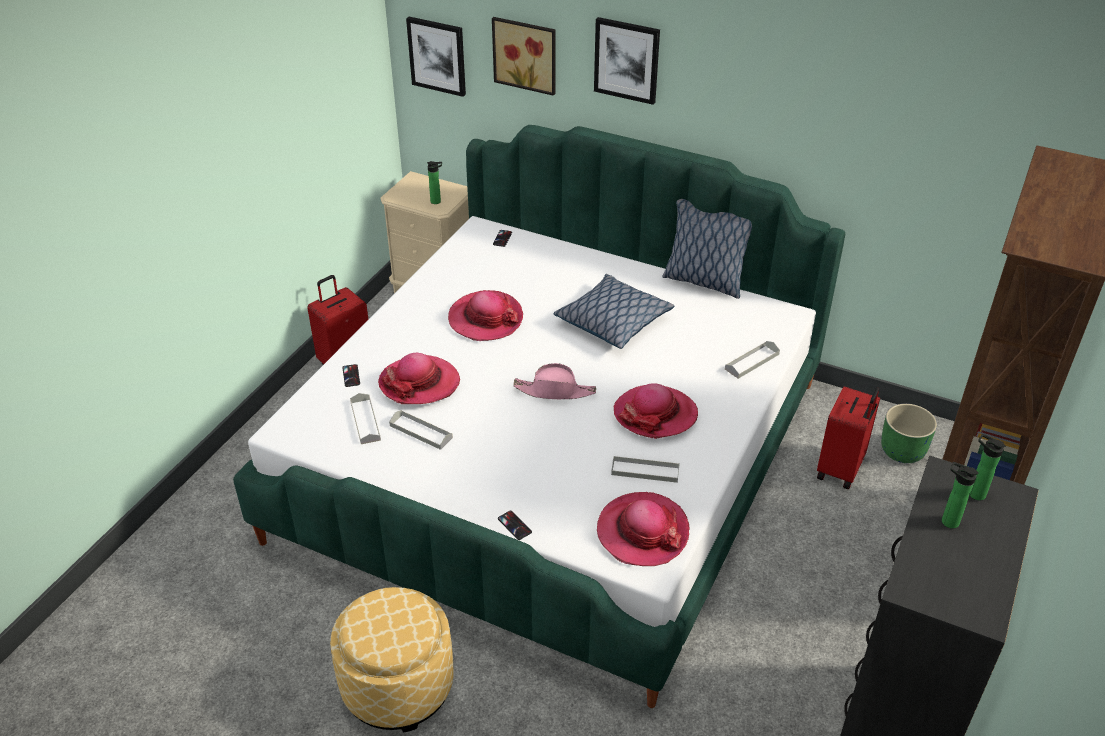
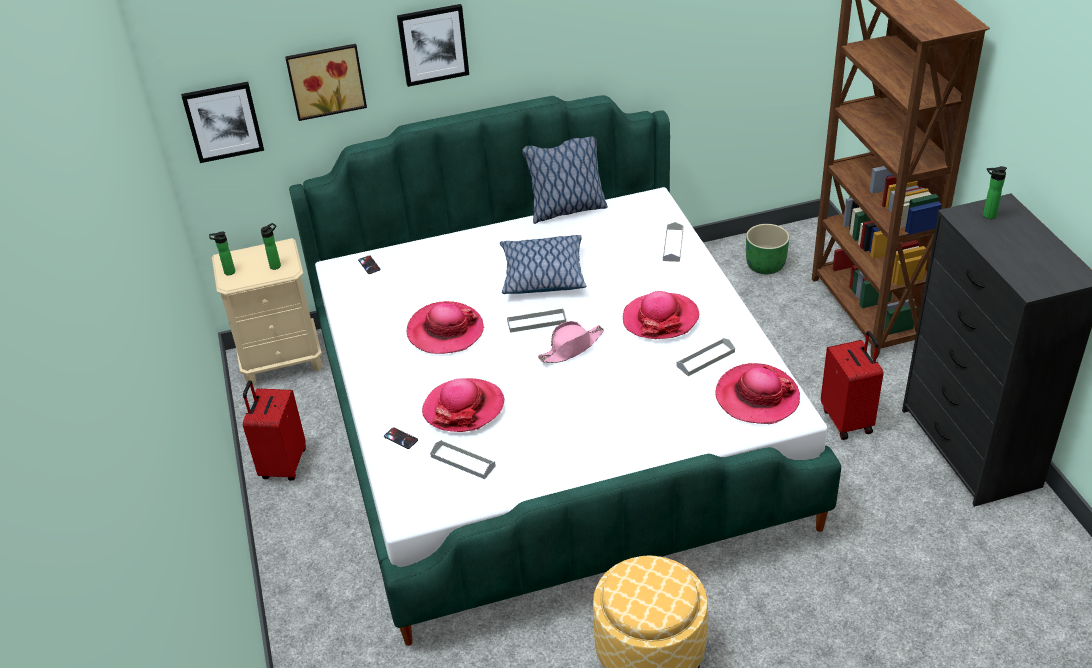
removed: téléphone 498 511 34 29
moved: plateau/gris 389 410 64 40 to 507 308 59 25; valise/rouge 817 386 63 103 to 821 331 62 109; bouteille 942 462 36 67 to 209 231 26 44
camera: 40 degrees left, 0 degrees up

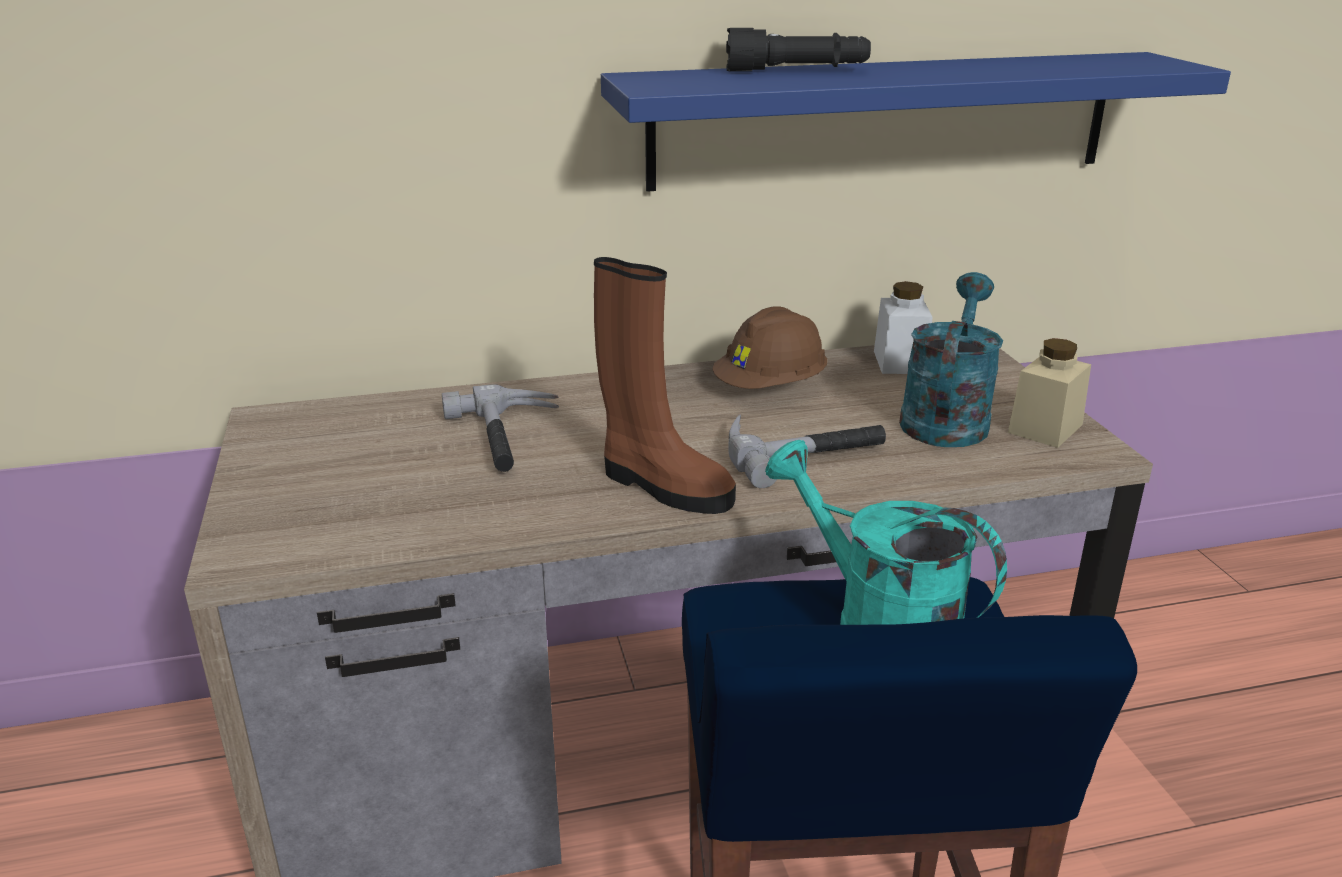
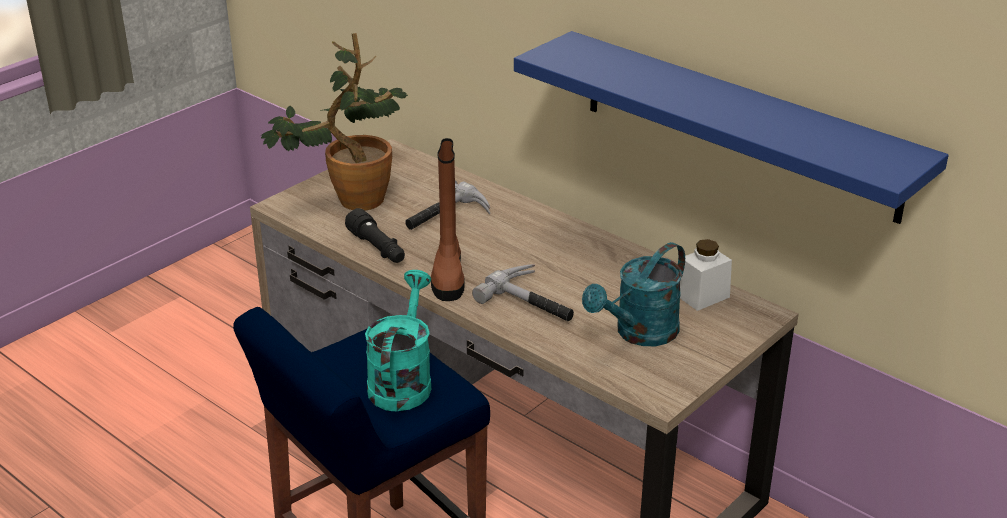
removed: casque de chantier/marron 712 306 115 83; bocal/beige 1008 338 83 110
added: plante en pot 261 33 147 177
moved: lampe de poche/noir 726 28 145 43 to 345 208 60 55
turned: arrosoir/turquoise 899 272 104 175 = 582 242 103 104 150 degrees clockwise
camera: 55 degrees right, 5 degrees up

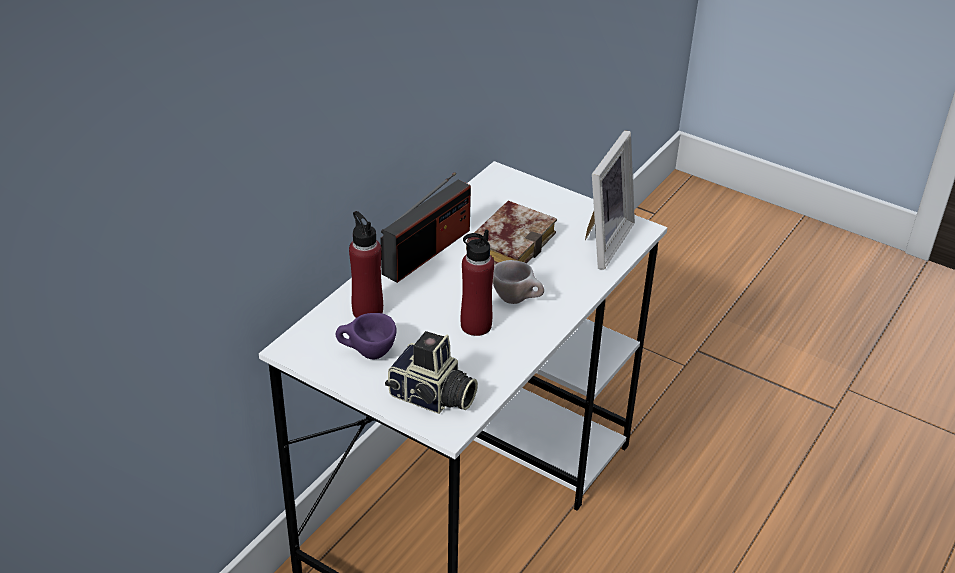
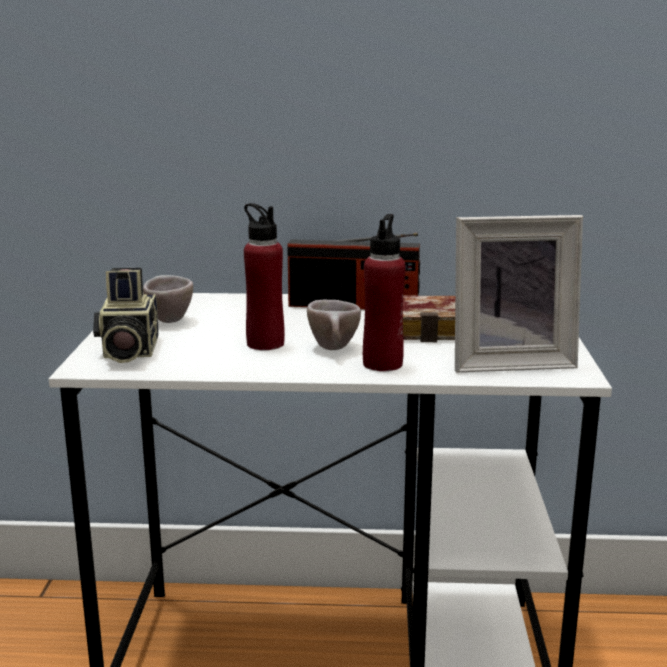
moved: bouteille/rouge 349 211 34 107 to 363 214 43 157
recoloured: tasse/violet 336 313 60 46 to tasse/beige 143 275 50 48
camera: 60 degrees right, 20 degrees down

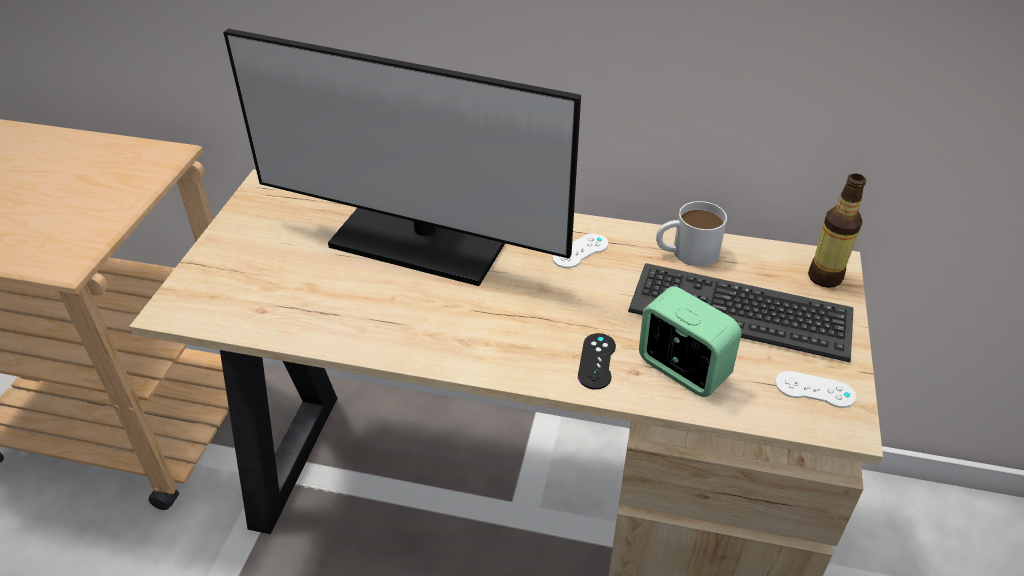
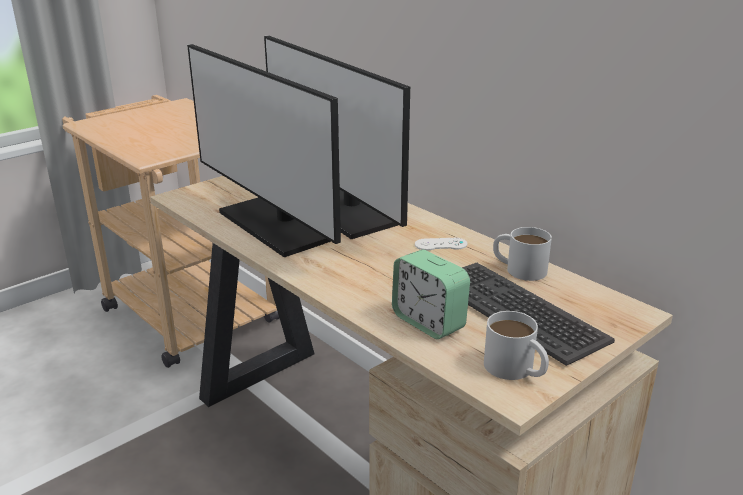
removed: manette/noir 578 333 38 57; bouteille 808 174 58 114
added: écran d'ordinateur 187 44 154 213
replaced: manette/blanc 775 371 81 37 to mug/blanc 484 311 65 69
turned: réveil 639 286 103 111 = 392 250 78 89 150 degrees clockwise
camera: 35 degrees right, 15 degrees down

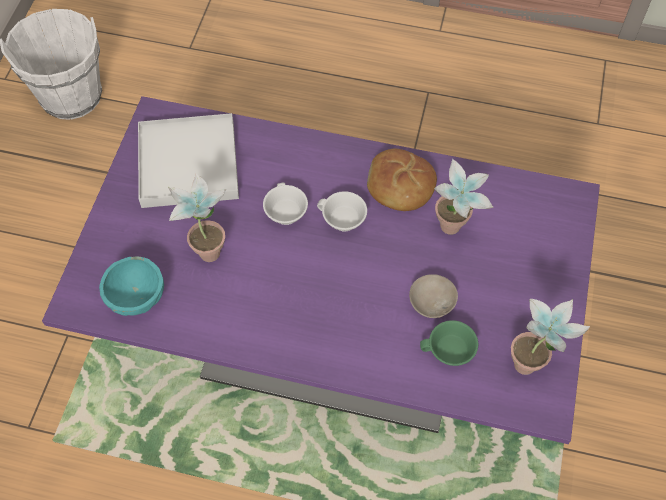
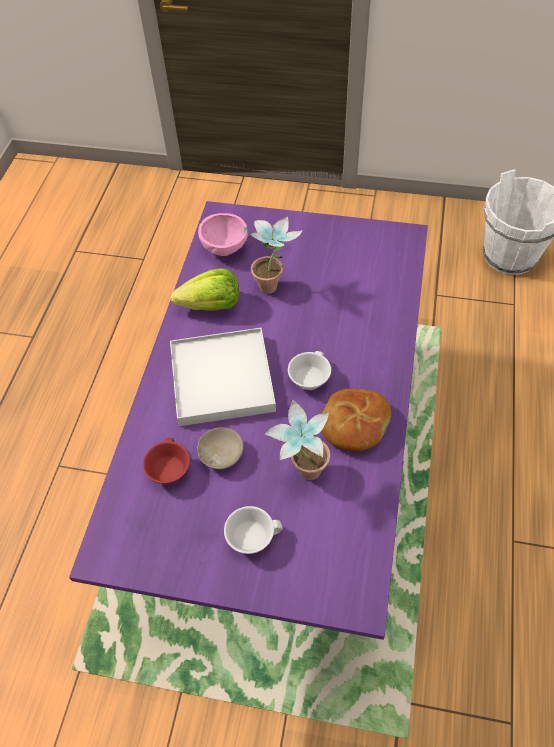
removed: plante en pot 511 299 79 76
added: laitue 170 268 69 43
moved: plateau/blanc 138 113 101 95 to 170 328 106 98; tasse/blanc 263 183 45 42 to 224 506 59 48
recoloured: bol/turquoise 99 257 65 59 to bol/rose 198 213 50 43; tasse/vert 420 320 58 46 to tasse/rouge 143 438 47 46
camera: 90 degrees right, 5 degrees down

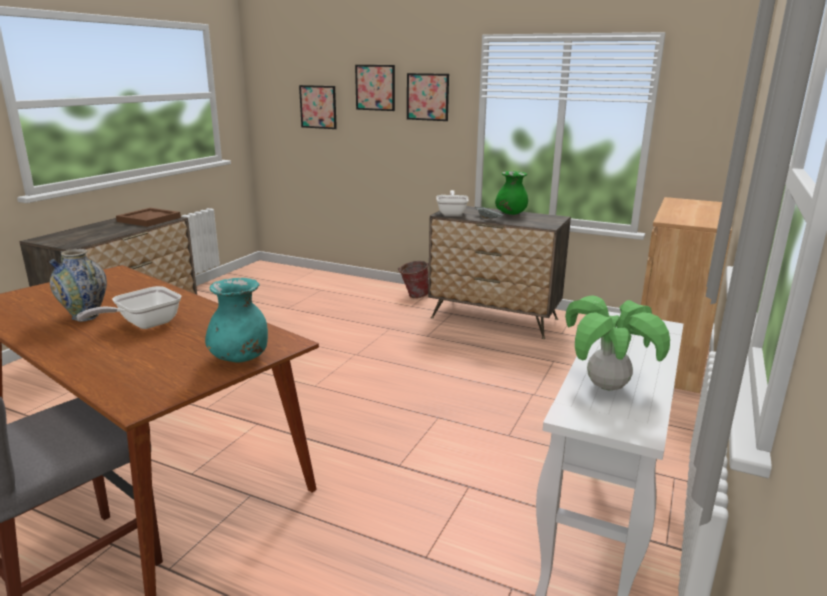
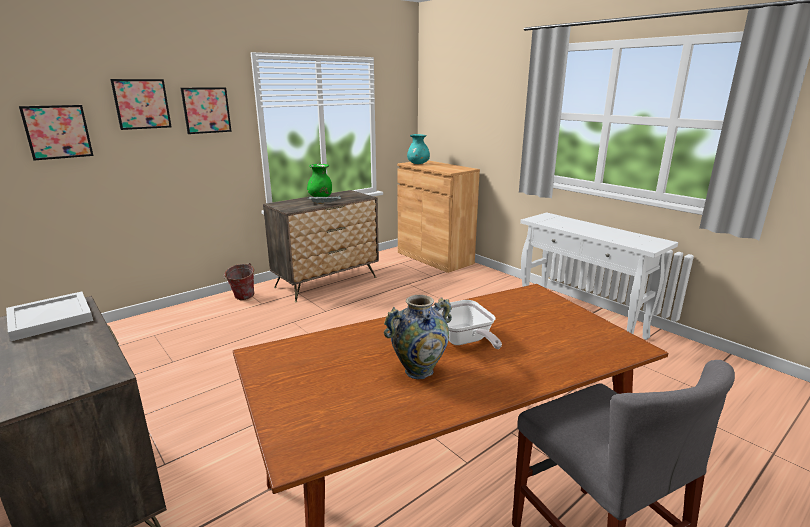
removed: poêle 436 190 33 26; plante en pot 565 295 105 96
moved: vase/turquoise 205 278 63 84 to 407 134 23 30
recoloured: plateau/marron 116 208 65 19 to plateau/blanc 6 291 87 50
camera: 65 degrees left, 0 degrees up

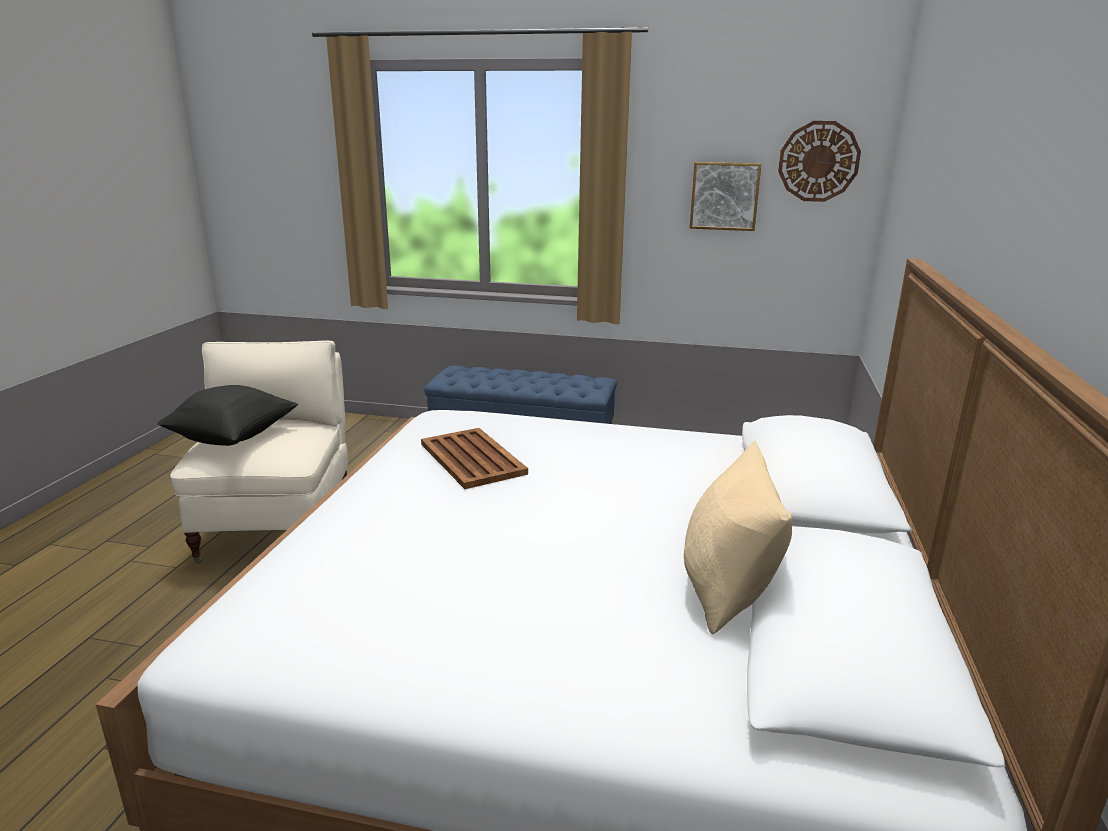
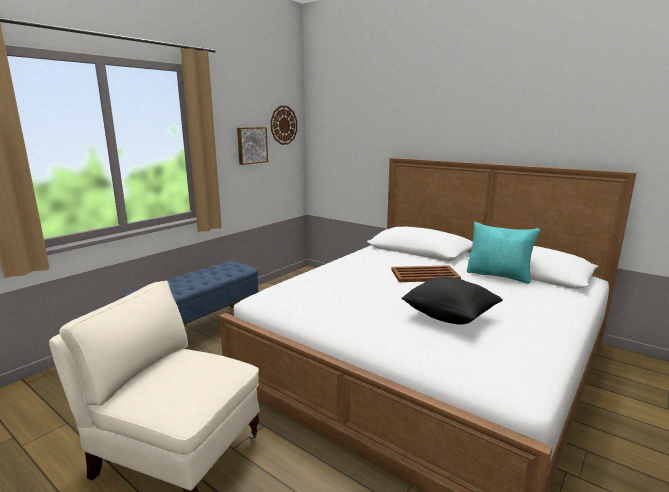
moved: coussin/noir 158 385 140 61 to 401 277 102 47; plateau/marron 421 428 107 61 to 392 265 69 17
recoloured: coussin/beige 684 441 108 193 to coussin/turquoise 467 222 73 62
camera: 65 degrees left, 5 degrees down

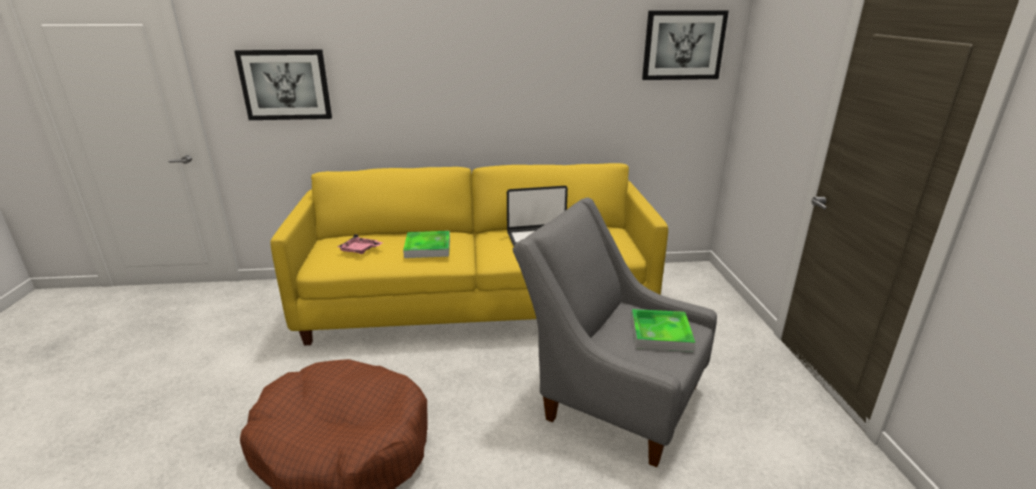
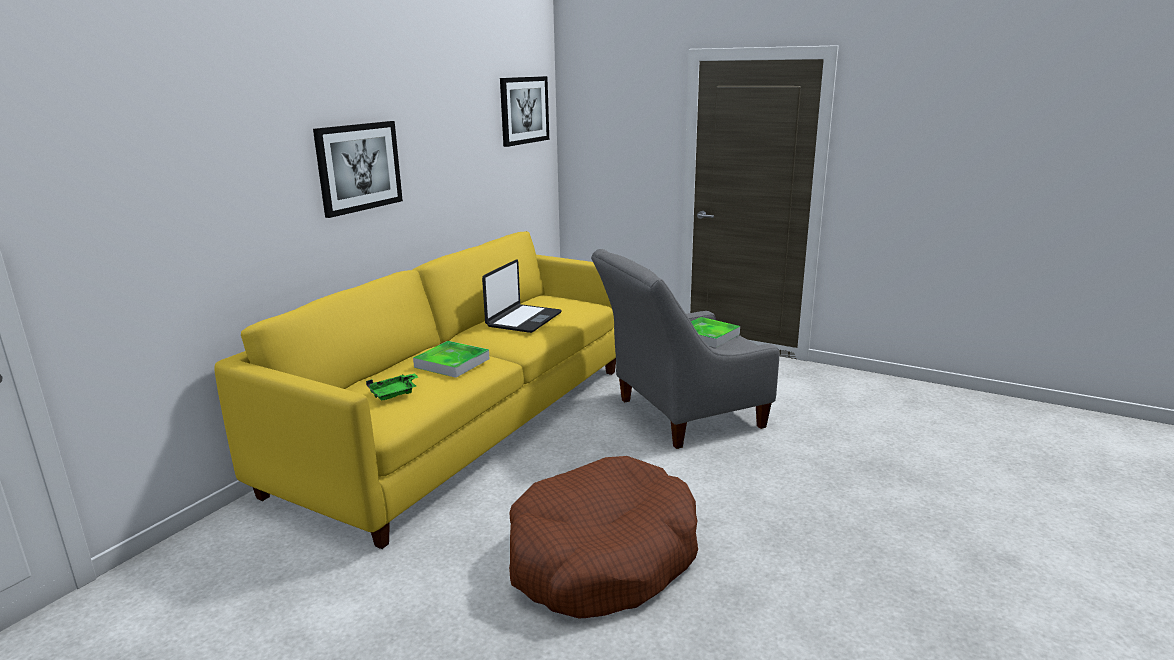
moved: tableau 234 50 98 70 to 313 121 90 97
recoloured: plateau/rose 337 234 46 20 to plateau/vert 366 373 52 27
camera: 55 degrees left, 5 degrees down

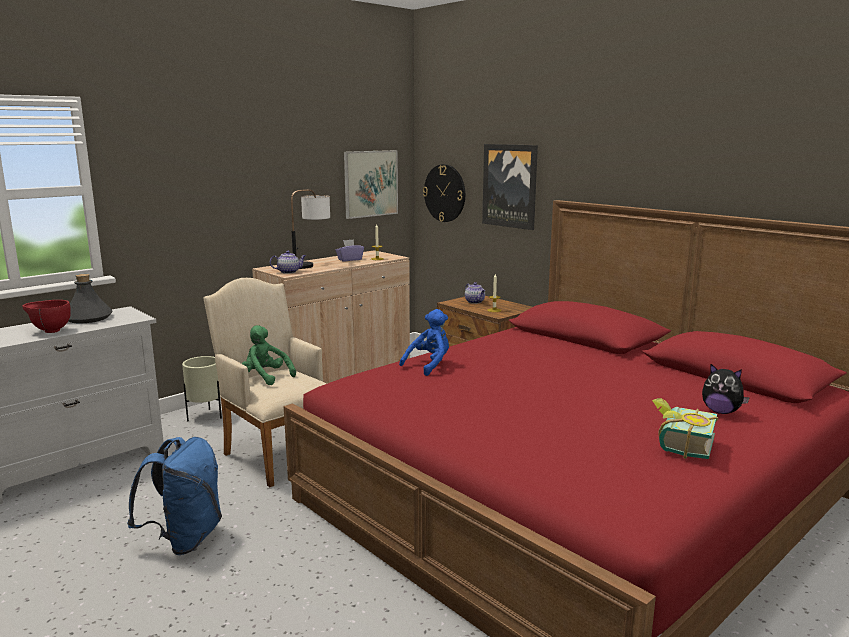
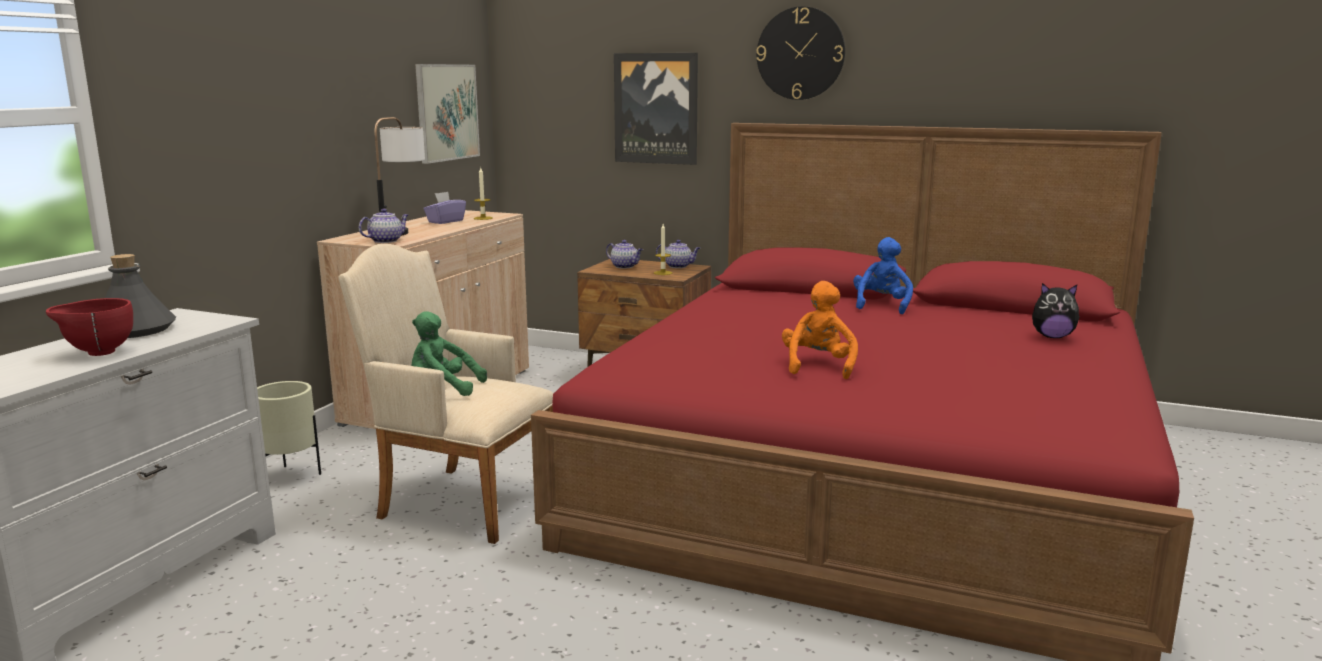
removed: sac à dos/bleu 127 437 95 118; livre 652 398 66 61
added: théière 656 240 44 28; peluche/orange 782 281 76 98
moved: peluche/bleu 399 309 50 67 to 853 237 60 77; horloge murale 423 164 42 58 to 756 6 89 94
camera: 25 degrees left, 0 degrees up

